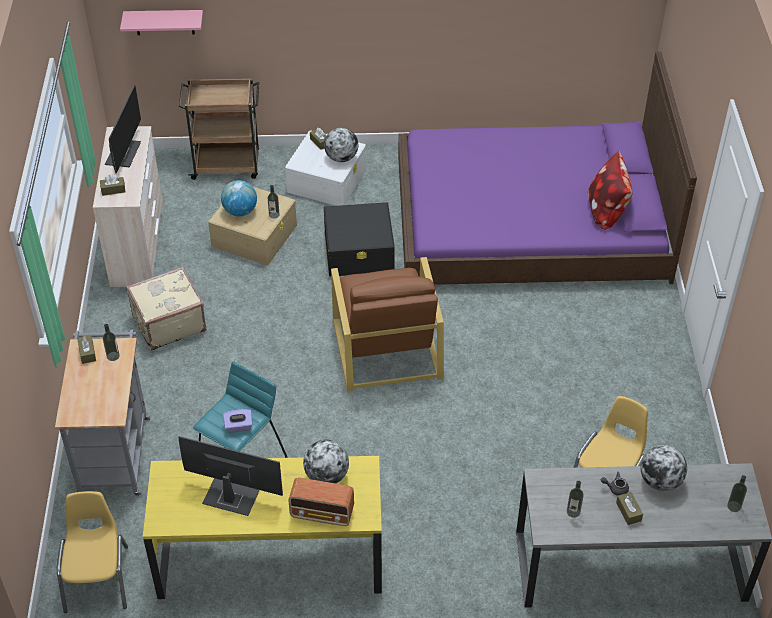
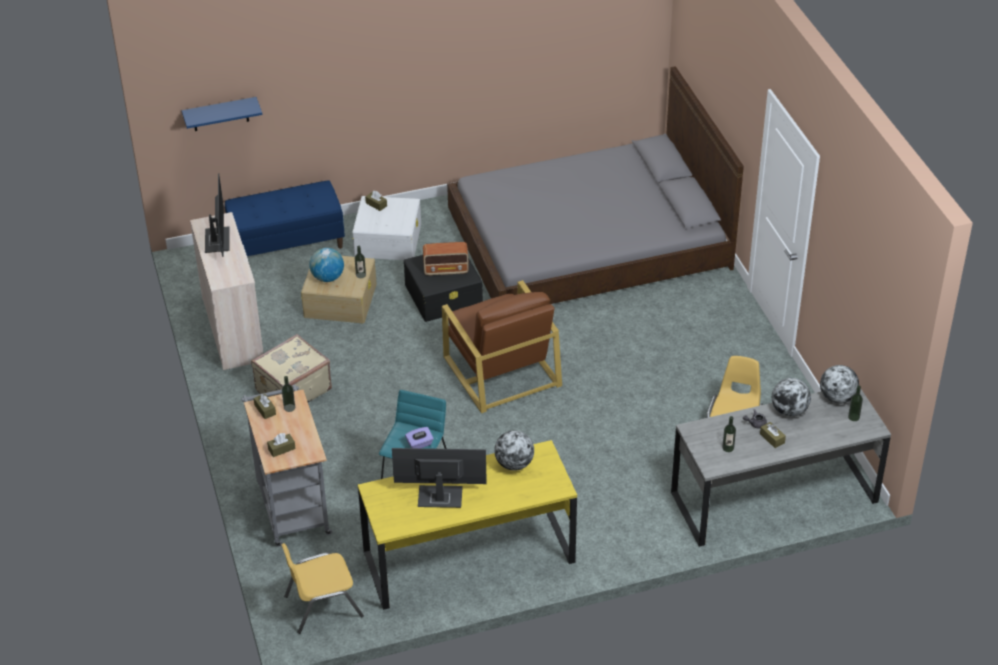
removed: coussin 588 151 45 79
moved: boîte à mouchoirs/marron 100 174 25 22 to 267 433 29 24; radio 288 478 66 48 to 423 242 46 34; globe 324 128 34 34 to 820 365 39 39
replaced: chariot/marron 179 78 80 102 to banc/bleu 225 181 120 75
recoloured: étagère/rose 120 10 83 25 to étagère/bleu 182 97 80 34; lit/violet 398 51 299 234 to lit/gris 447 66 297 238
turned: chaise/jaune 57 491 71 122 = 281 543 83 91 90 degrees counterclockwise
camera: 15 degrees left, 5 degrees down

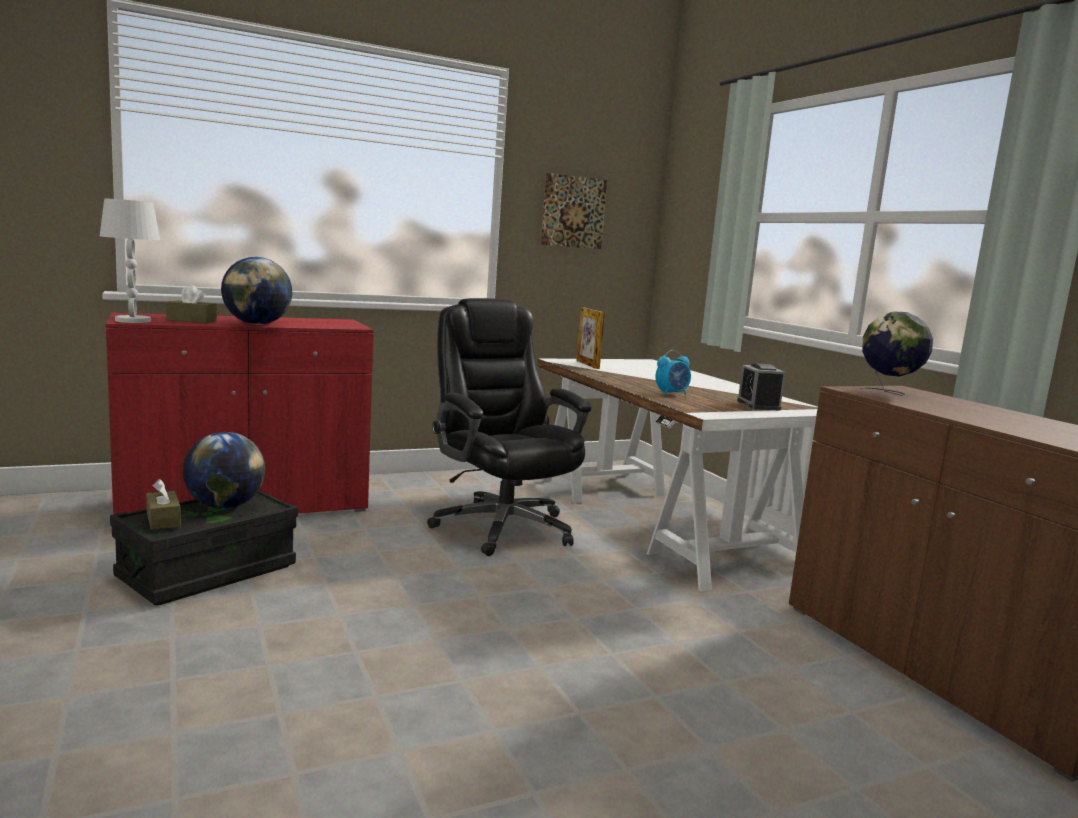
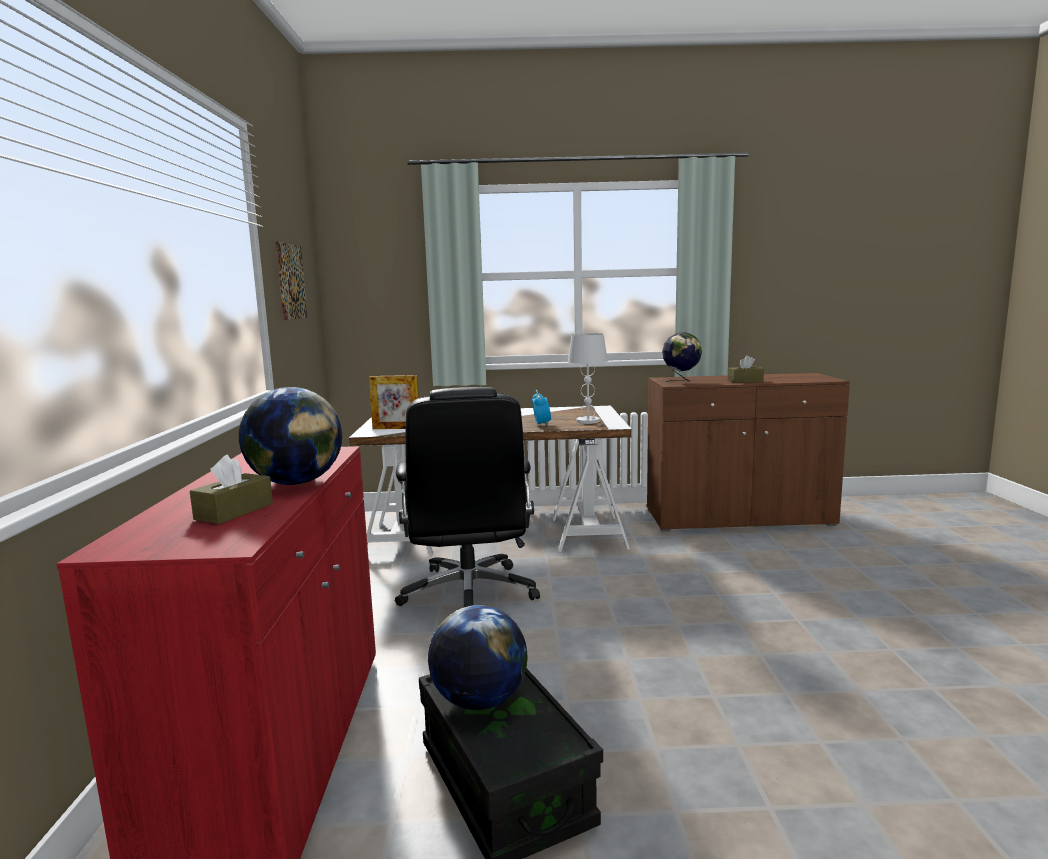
removed: réveil 737 363 48 48
moved: lampe de table/blanc 100 198 60 125 to 568 333 40 91; boîte à mouchoirs/marron 146 479 35 51 to 728 355 36 28
turned: chaise de bureau/noir 427 298 165 258 = 395 387 145 220 90 degrees counterclockwise
camera: 65 degrees left, 0 degrees up

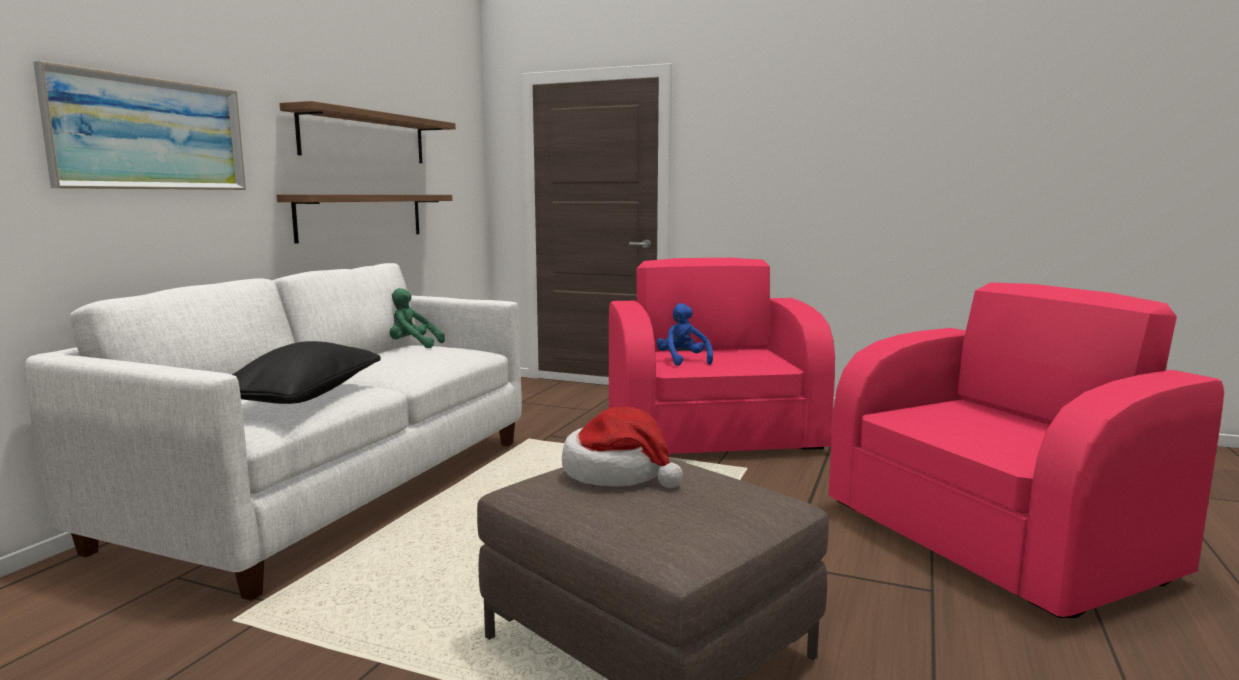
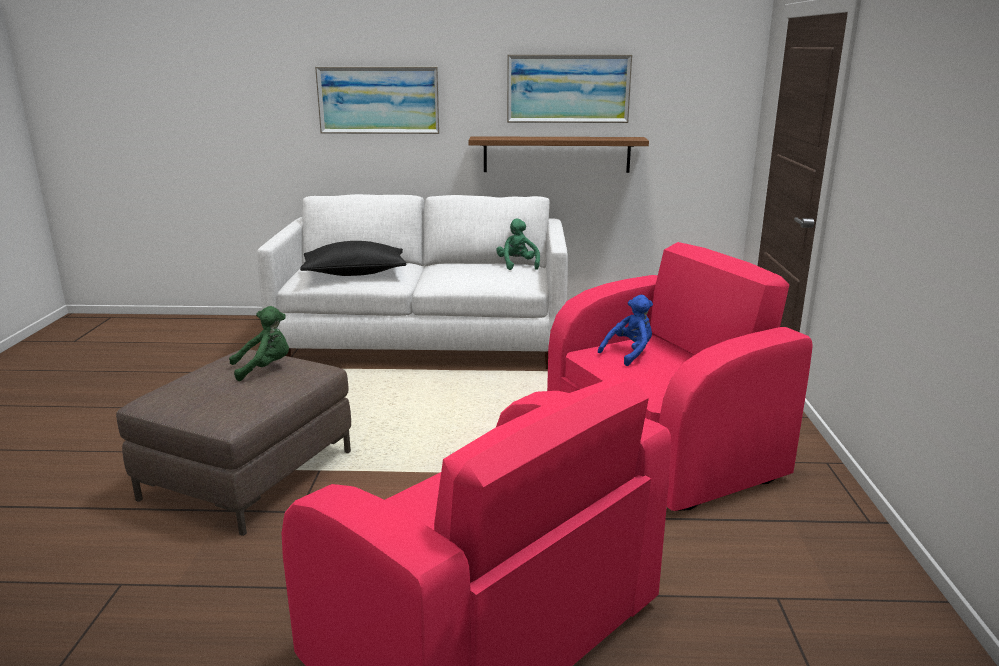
replaced: étagère 279 101 177 62 to tableau 507 54 125 69; chapeau 562 407 121 81 to peluche/vert 229 306 60 75
camera: 70 degrees right, 10 degrees up

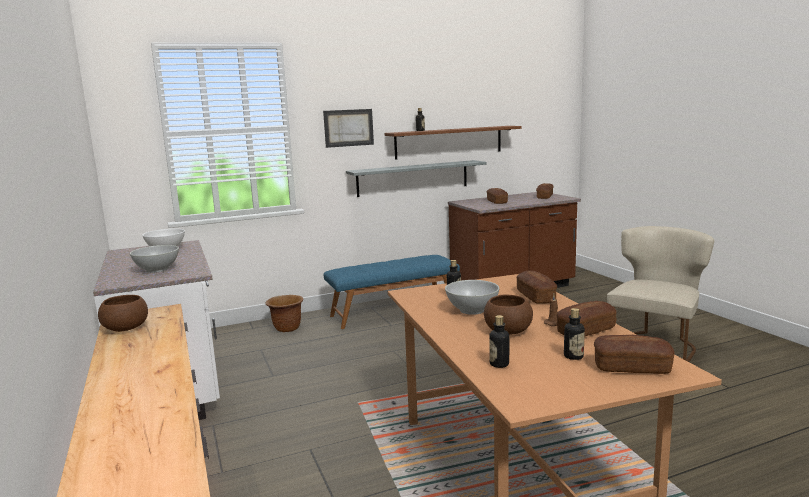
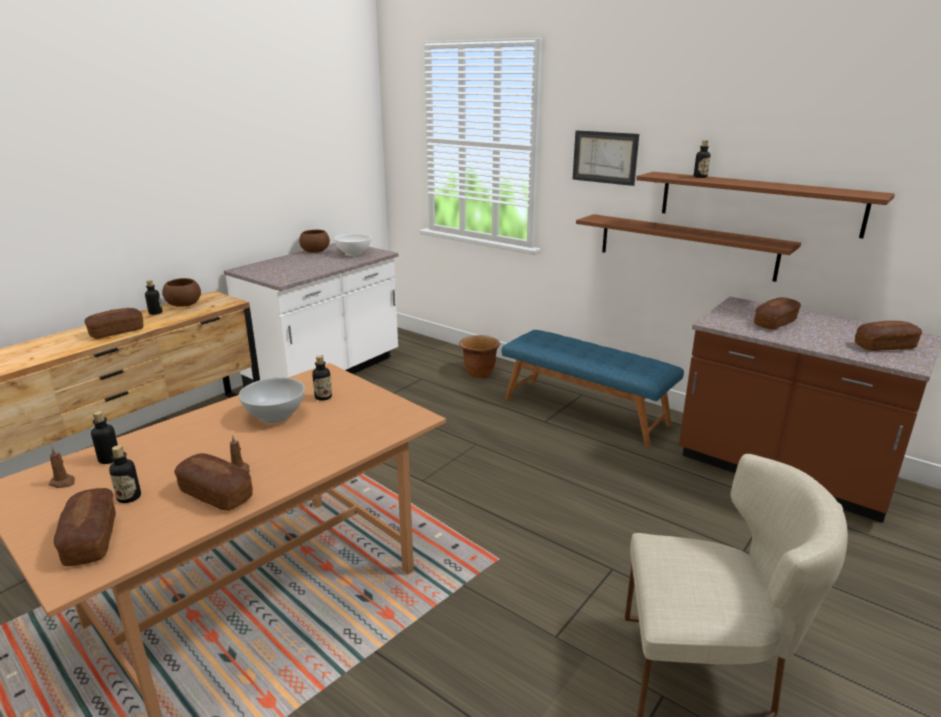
removed: bol/blanc 130 245 49 28
added: bougie/marron 49 447 26 41; bouteille 145 280 17 35
moved: bol/marron 484 294 49 40 to 299 230 31 23; pain 516 271 41 33 to 85 308 59 31
recoloured: étagère/gris 346 160 140 37 to étagère/marron 576 214 225 68
camera: 60 degrees right, 10 degrees up

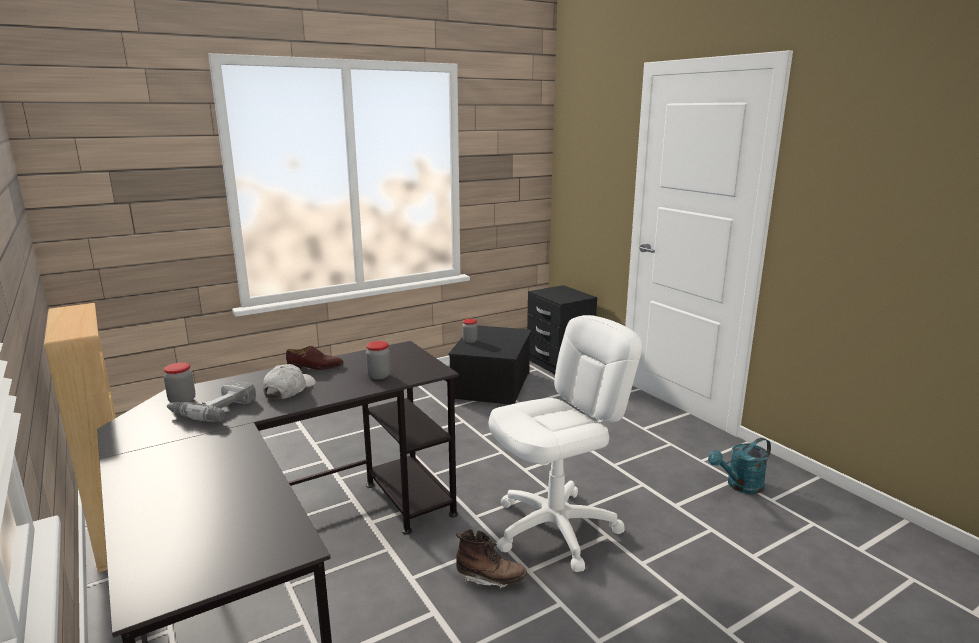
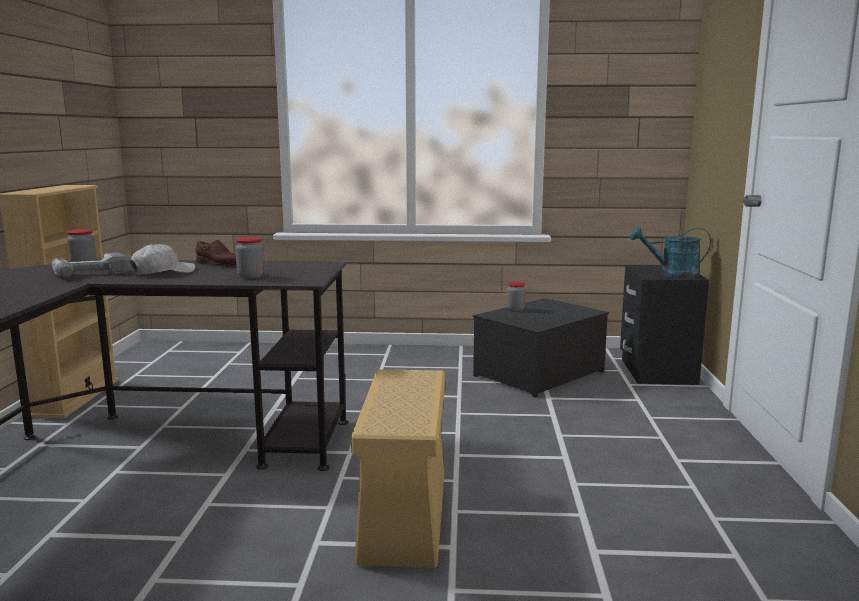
removed: botte/marron 456 529 71 59
moved: arrosoir/turquoise 708 438 63 56 to 630 226 81 52
replaced: chaise de bureau/blanc 489 315 153 257 to boîte de rangement/beige 351 369 94 199
camera: 35 degrees right, 5 degrees down

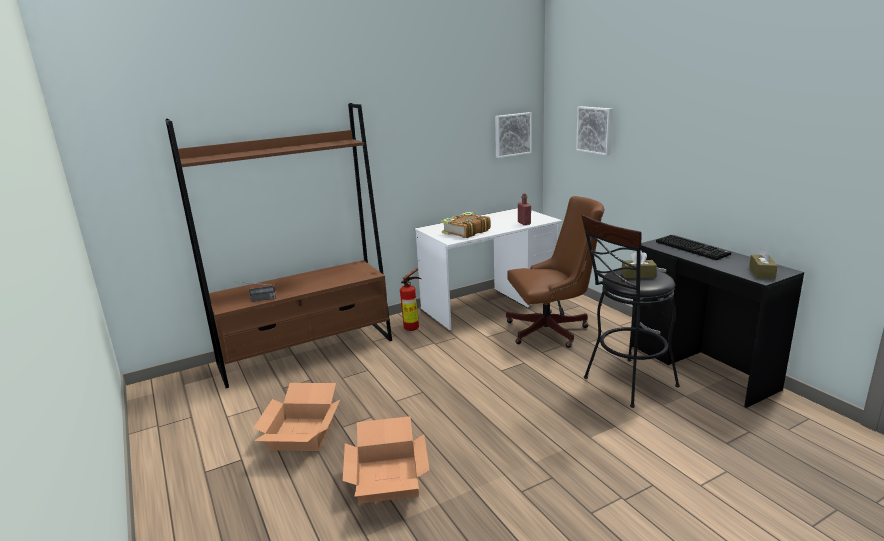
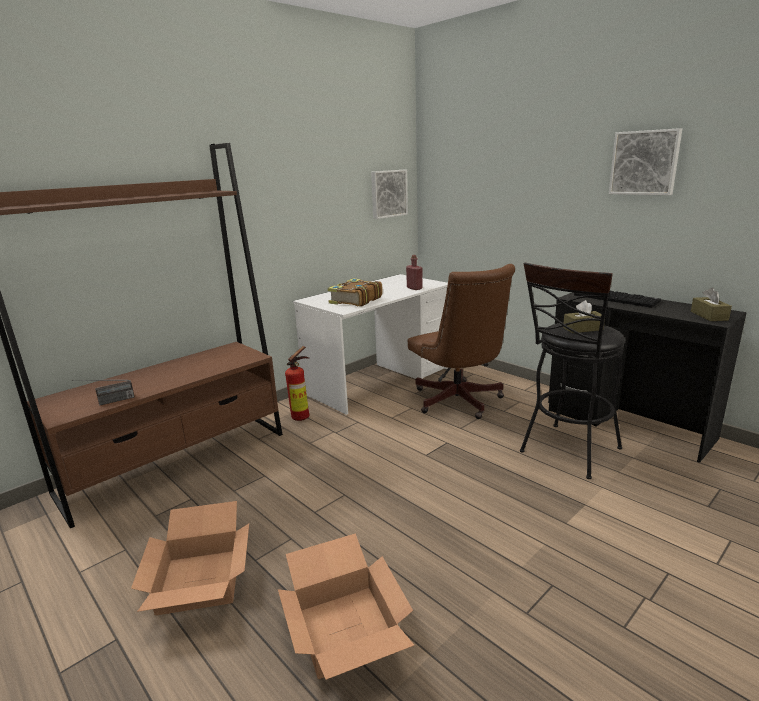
moved: tableau 576 106 37 49 to 609 128 73 67
turned: chaise de bureau/marron 506 196 98 152 = 408 264 107 155 90 degrees clockwise
camera: 15 degrees left, 0 degrees up

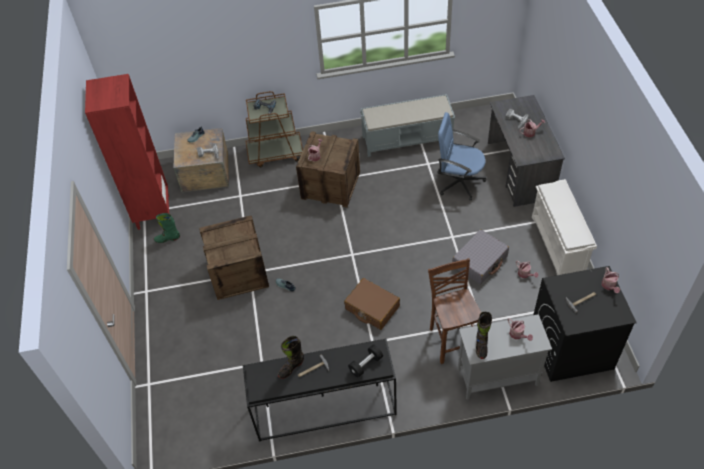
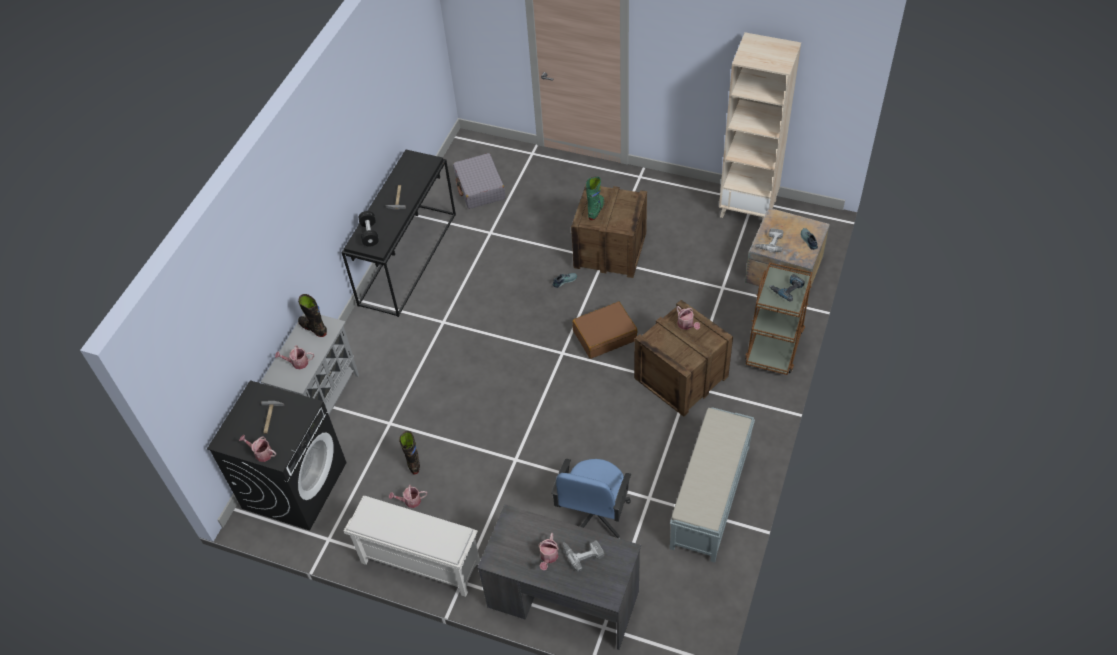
removed: tabouret/marron 428 258 54 106
moved: botte/vert 154 213 26 30 to 586 176 18 44; botte/noir 278 336 26 43 to 399 431 21 43; valise/marron 344 278 56 52 to 572 302 65 57; valise/gris 452 229 57 55 to 453 153 52 56
recoloured: bibliothèque/rouge 85 74 84 156 to bibliothèque/beige 719 32 82 186
turned: chaise de bureau/bleu 437 112 49 88 = 551 459 80 80 150 degrees clockwise
camera: 120 degrees right, 0 degrees up

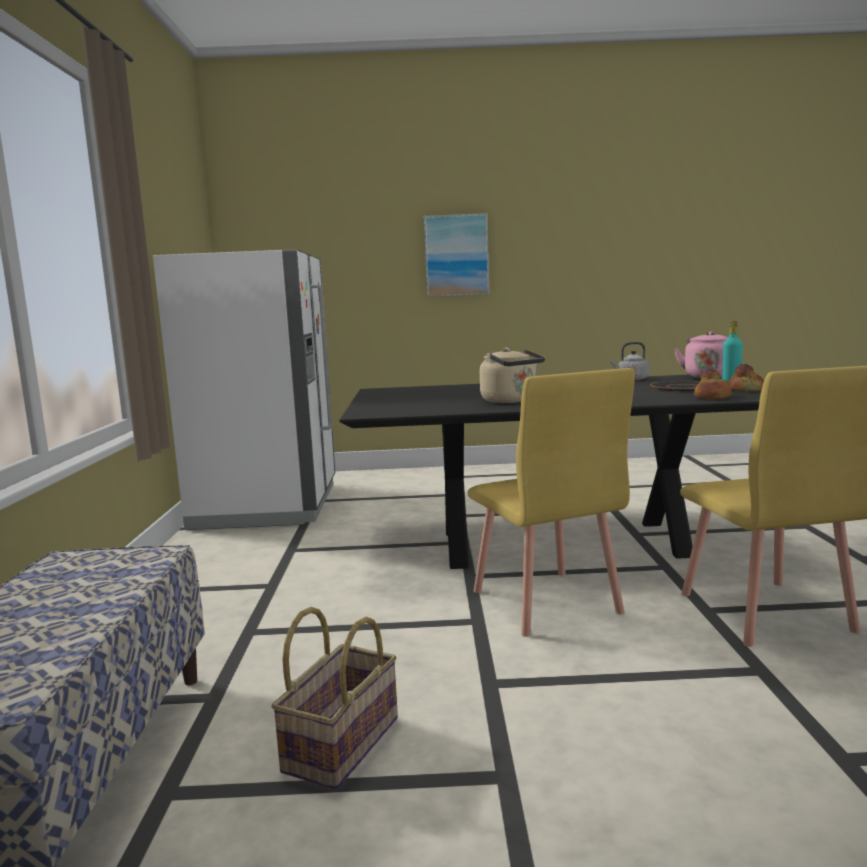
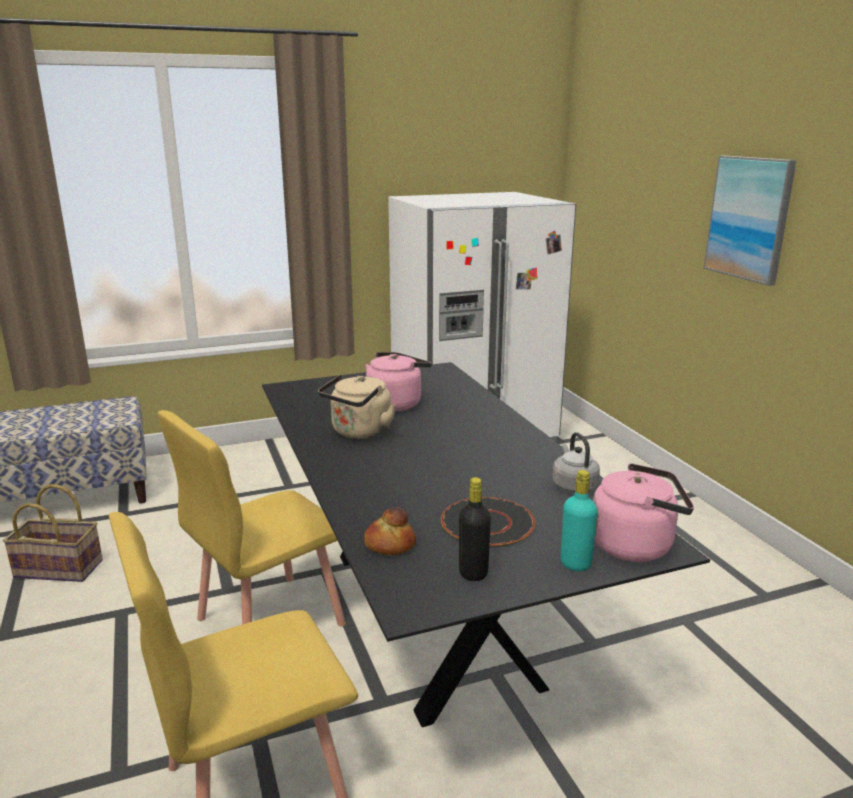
added: bouilloire/rose 365 352 67 60
replaced: pain 728 364 36 27 to bouteille/noir 459 477 32 104
camera: 70 degrees right, 10 degrees up

